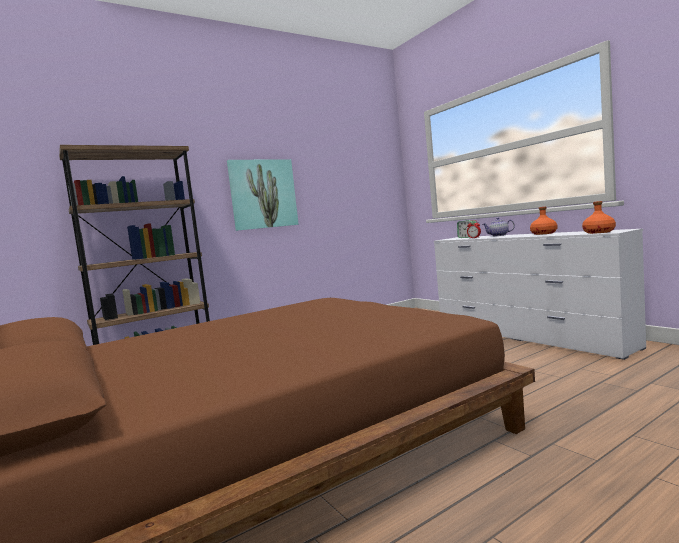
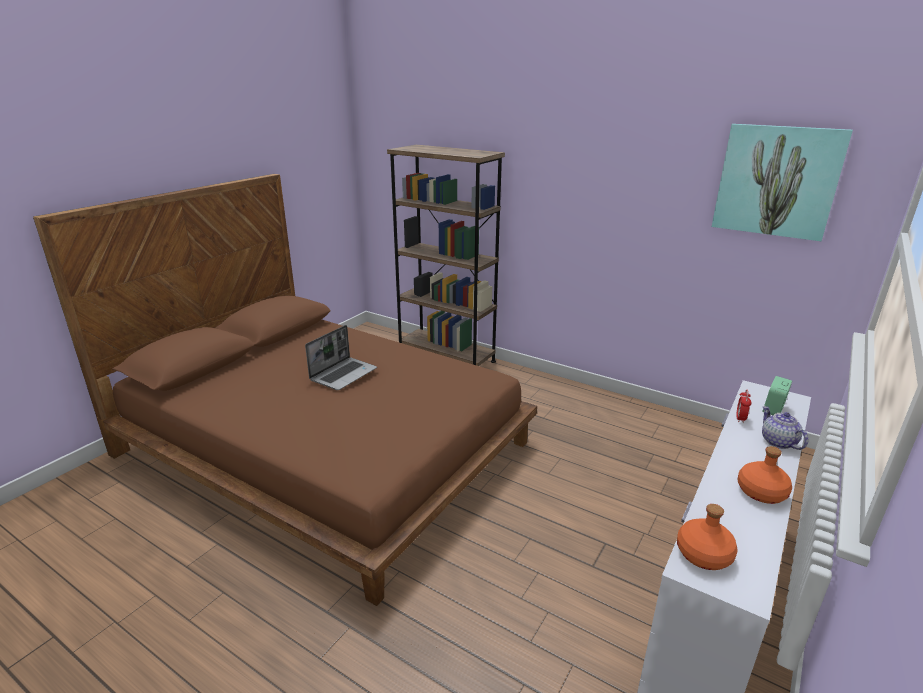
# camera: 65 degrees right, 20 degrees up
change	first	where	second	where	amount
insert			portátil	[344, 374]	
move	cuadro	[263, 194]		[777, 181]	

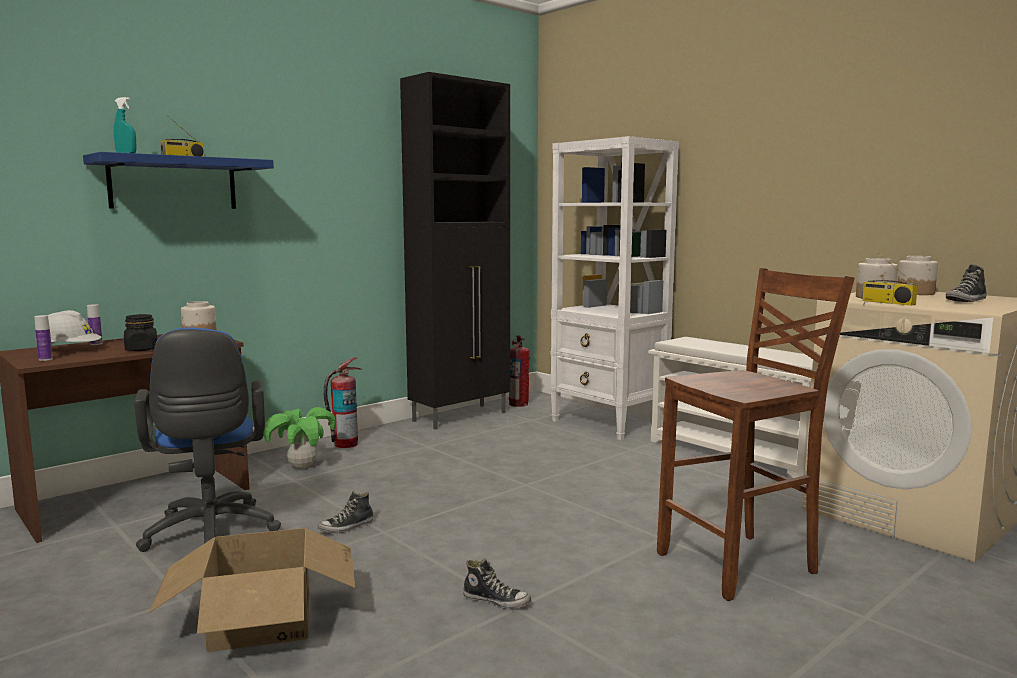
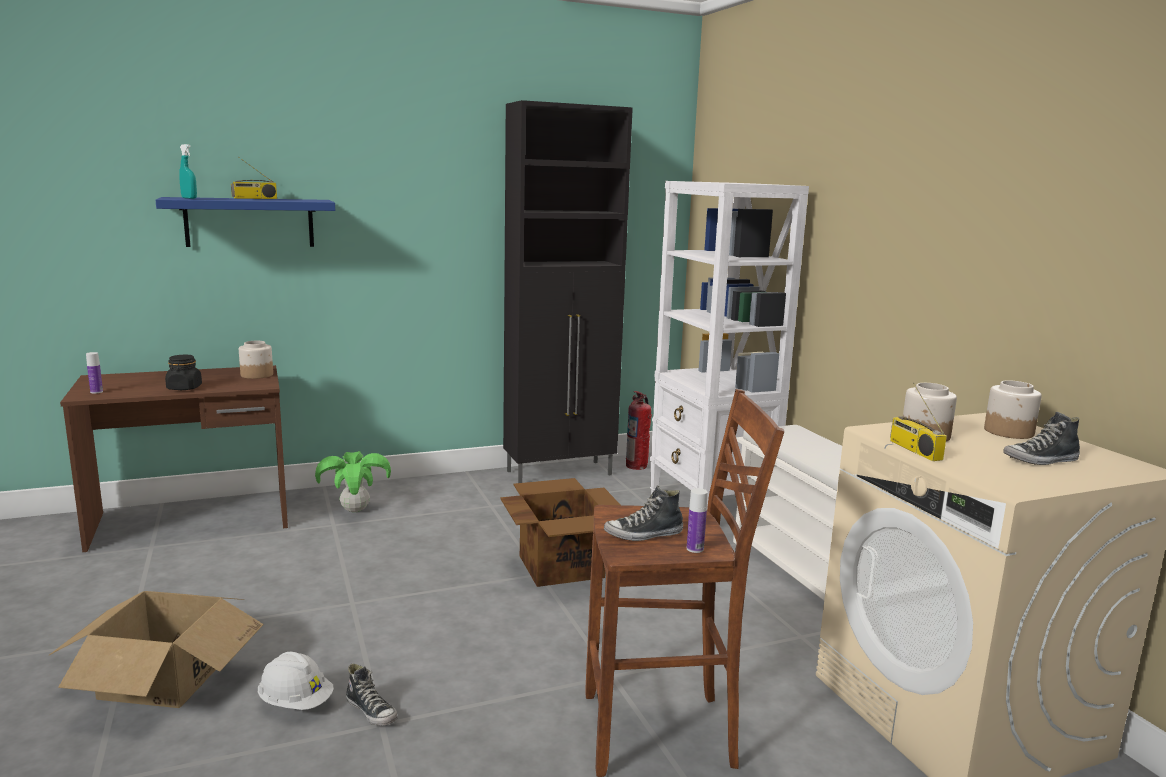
# camera: 20 degrees right, 5 degrees up
change	first	where	second	where	amount
move	casco/blanco	[69, 350]		[296, 702]	
insert			caja de cartón	[561, 566]	
move	zapato	[346, 527]		[643, 535]	
move	botella	[96, 344]		[695, 549]	
delete	silla de oficina/azul	[210, 535]			
delete	extintor	[345, 444]			

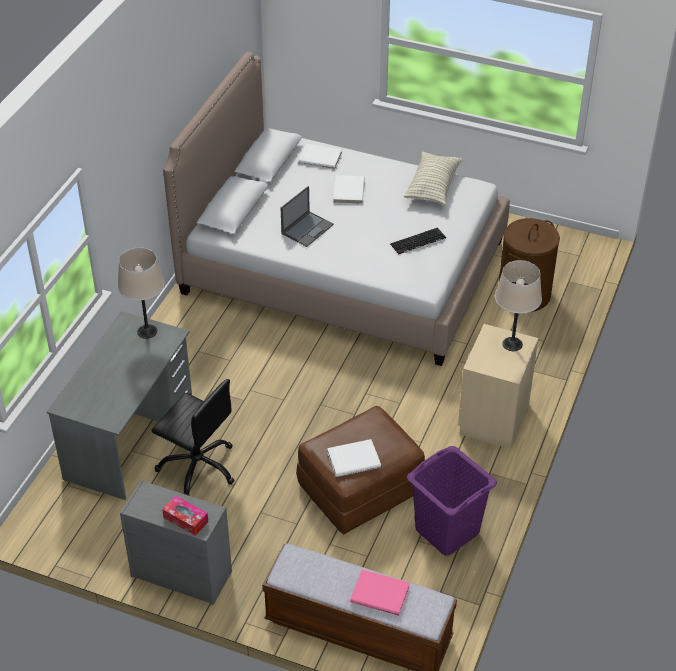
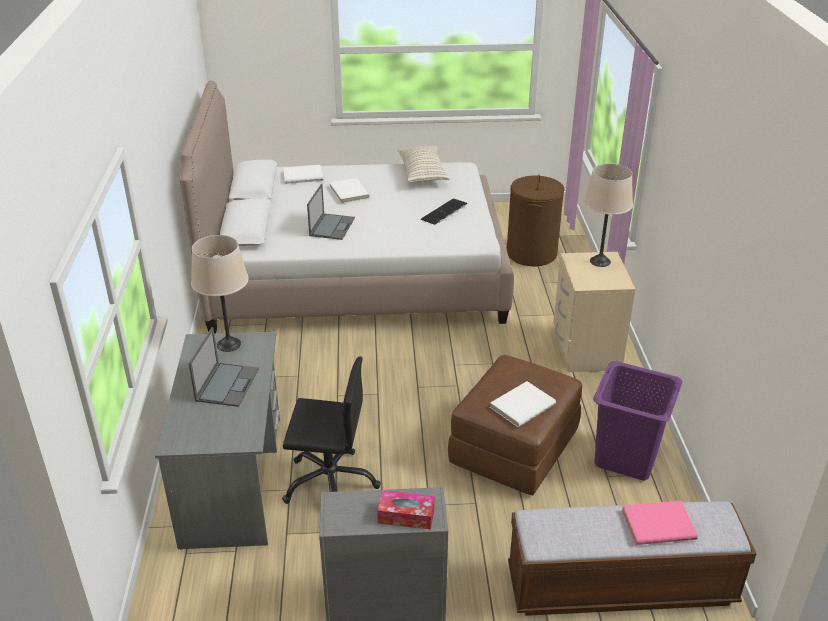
# camera: 25 degrees left, 10 degrees down
change	first	where	second	where	amount
insert			portátil	[227, 384]	

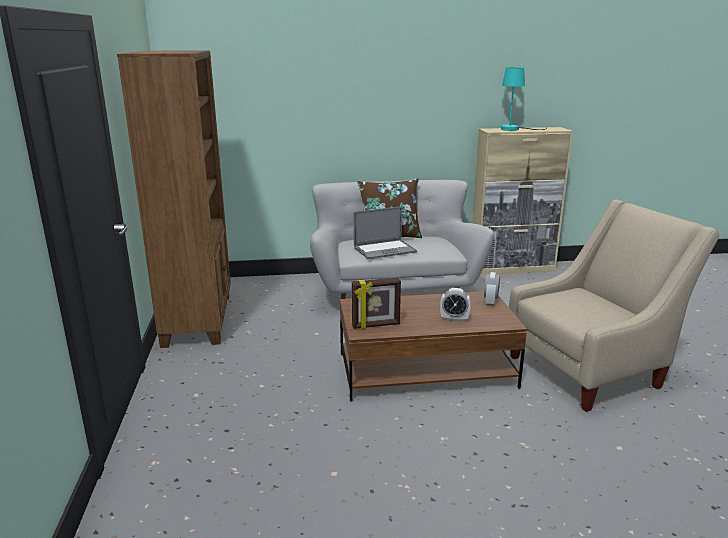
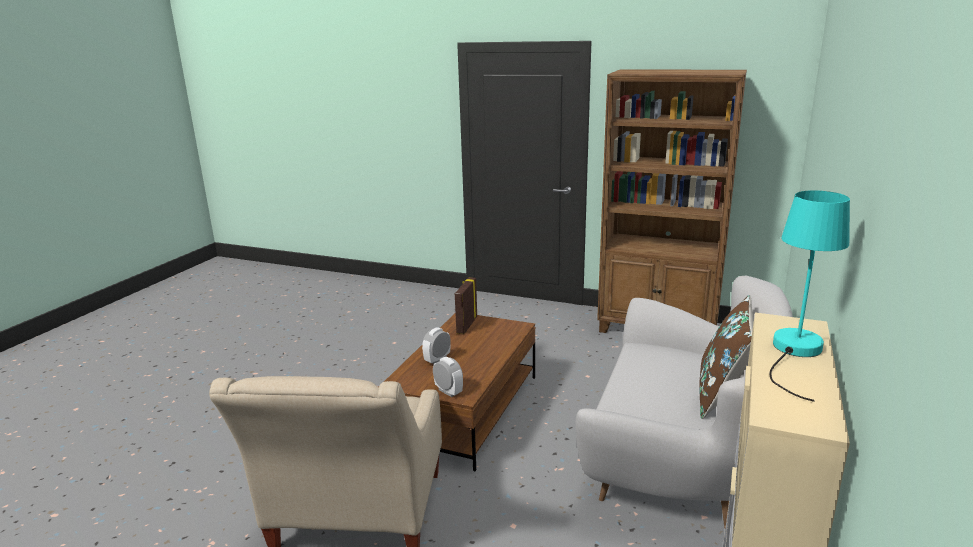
# camera: 120 degrees right, 0 degrees up
change	first	where	second	where	amount
delete	portátil	[384, 250]			

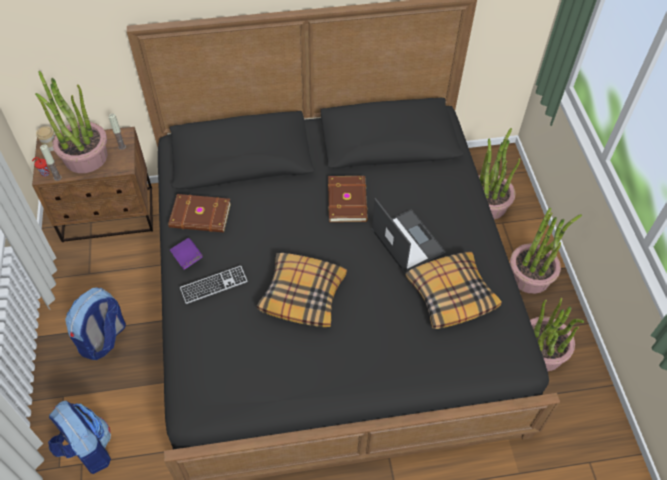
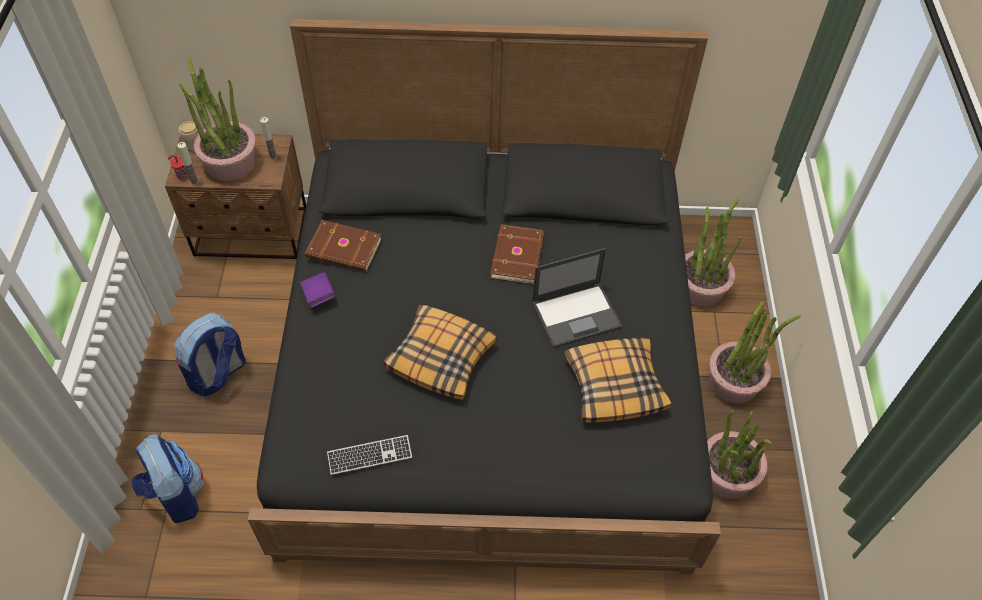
# camera: 10 degrees right, 0 degrees up
change	first	where	second	where	amount
move	teclado	[214, 285]		[370, 456]	
rotate	portátil	[406, 241]		[577, 314]	90 degrees clockwise

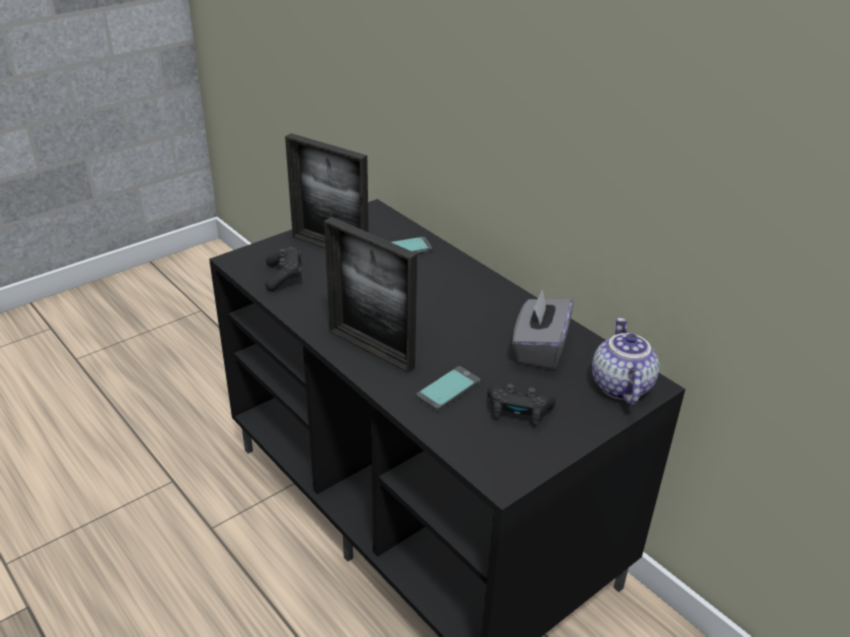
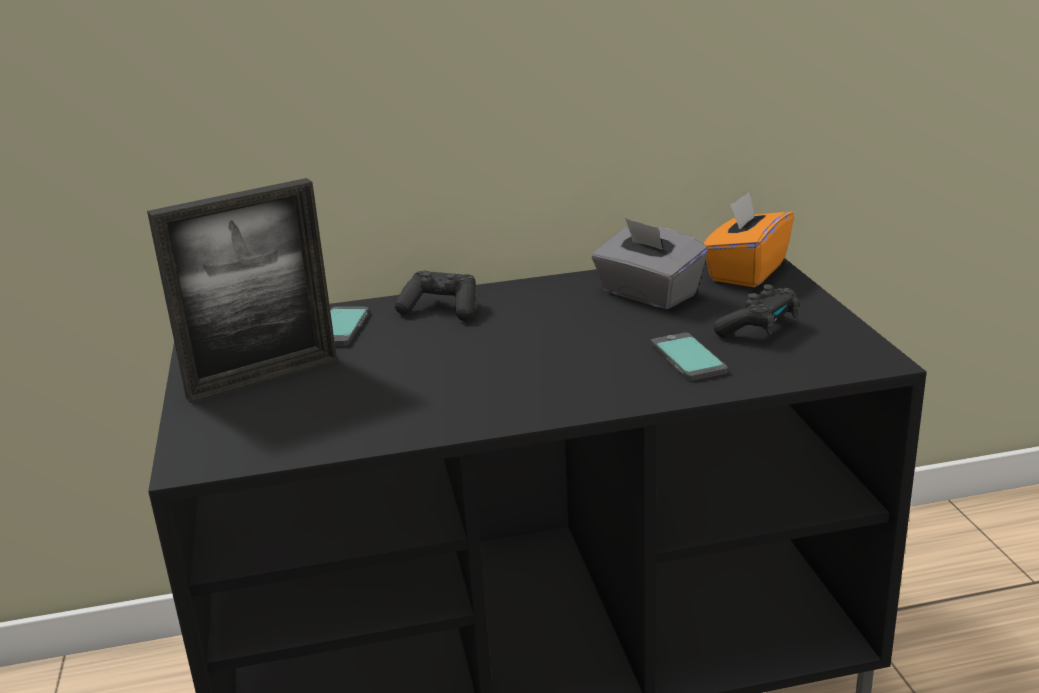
# camera: 60 degrees left, 10 degrees down
change	first	where	second	where	amount
move	mando de consola/negro	[284, 277]		[441, 309]	
replace	tetera	[619, 386]	caja de pañuelos/naranja	[746, 271]	
delete	portarretratos	[371, 349]			

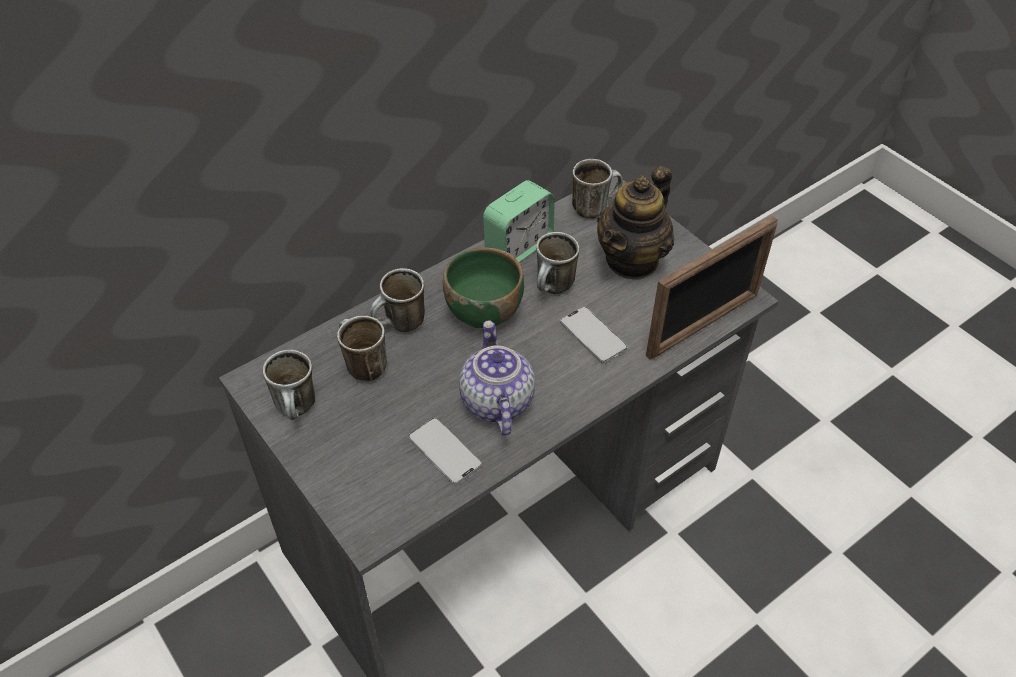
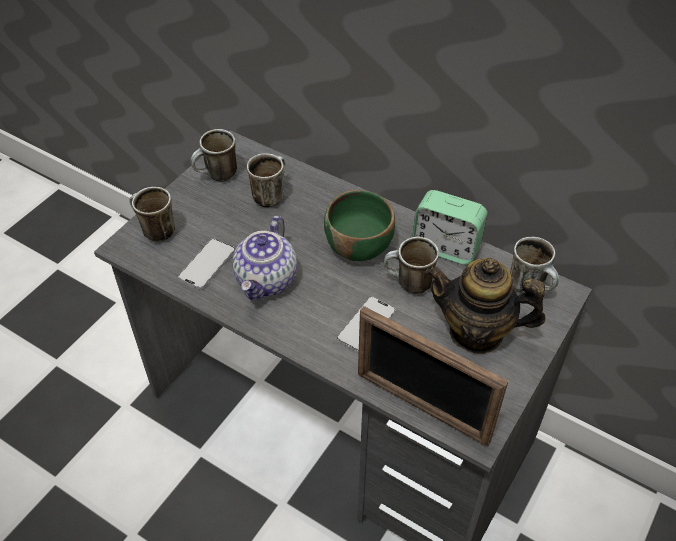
# camera: 70 degrees right, 0 degrees up
change	first	where	second	where	amount
move	taza grande	[401, 325]		[154, 231]	
rotate	tetera	[495, 401]		[267, 280]	135 degrees clockwise

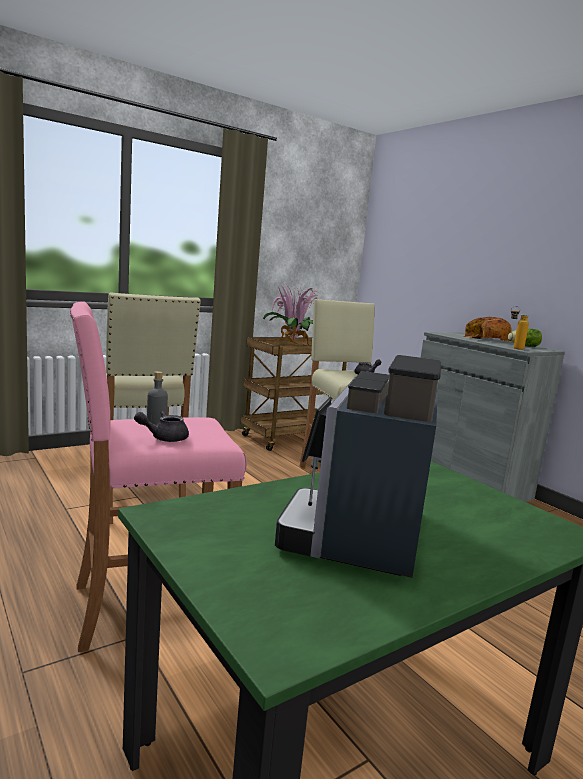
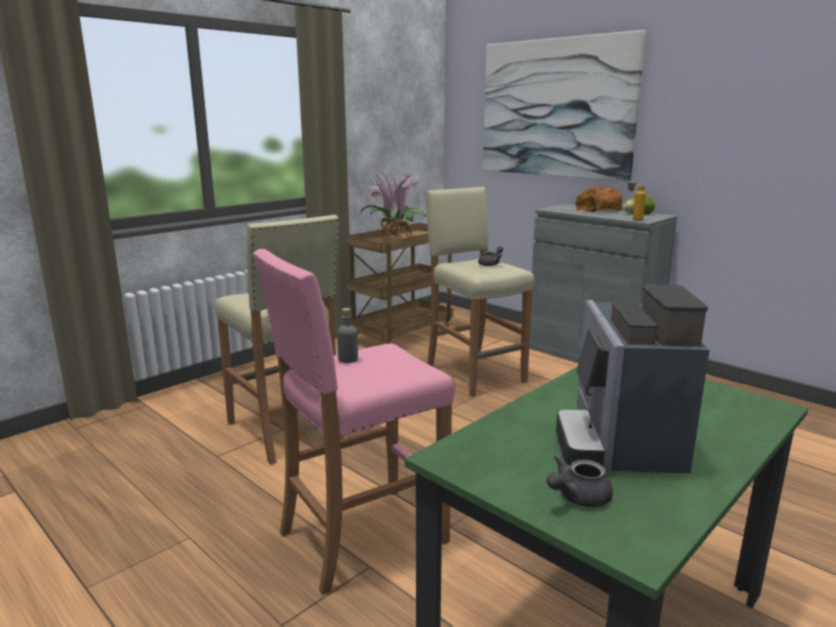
# camera: 10 degrees left, 5 degrees up
change	first	where	second	where	amount
insert			cuadro	[556, 108]	
move	tetera/gris	[164, 438]		[577, 497]	

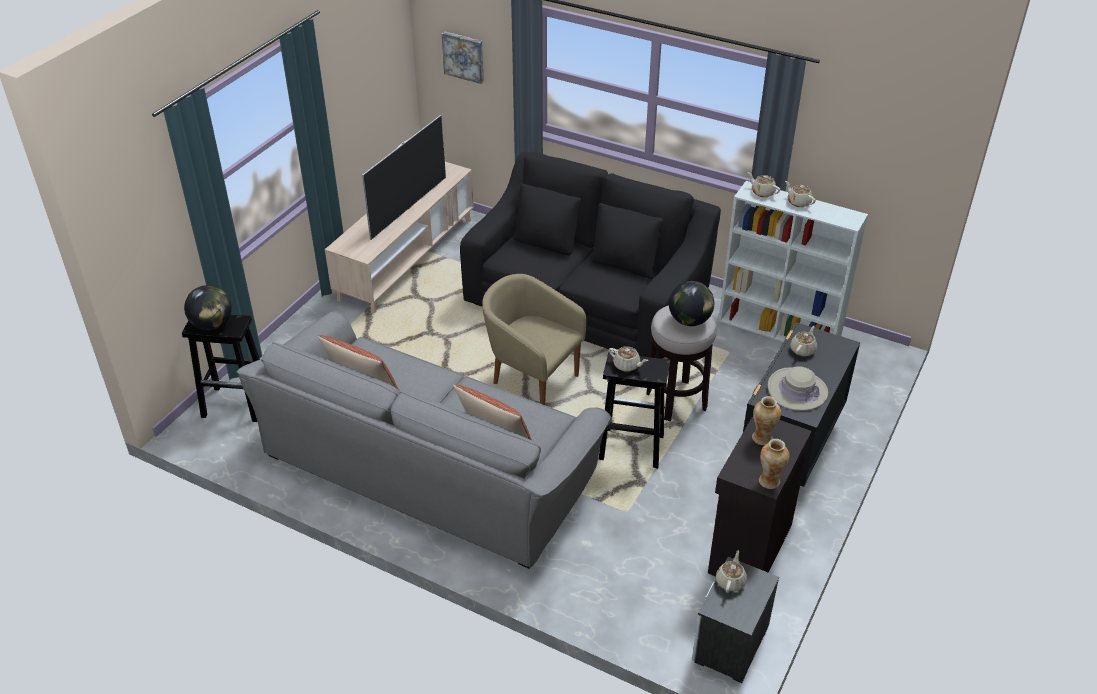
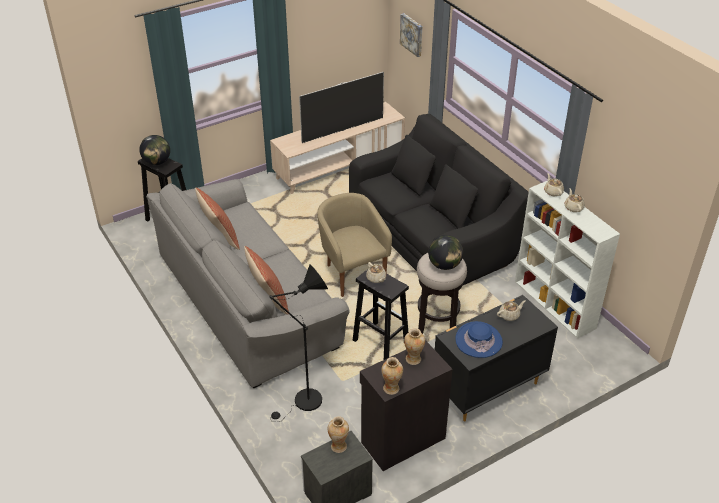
# camera: 30 degrees right, 0 degrees up
change	first	where	second	where	amount
insert			lámpara de pie/negro	[304, 403]	
replace	tetera/beis	[731, 581]	florero	[338, 446]	
recolor	sombrero/beis	[797, 390]	sombrero/azul	[478, 340]	

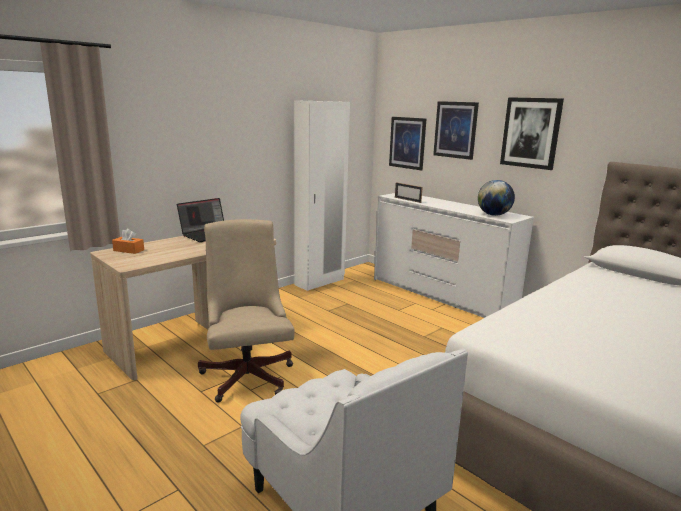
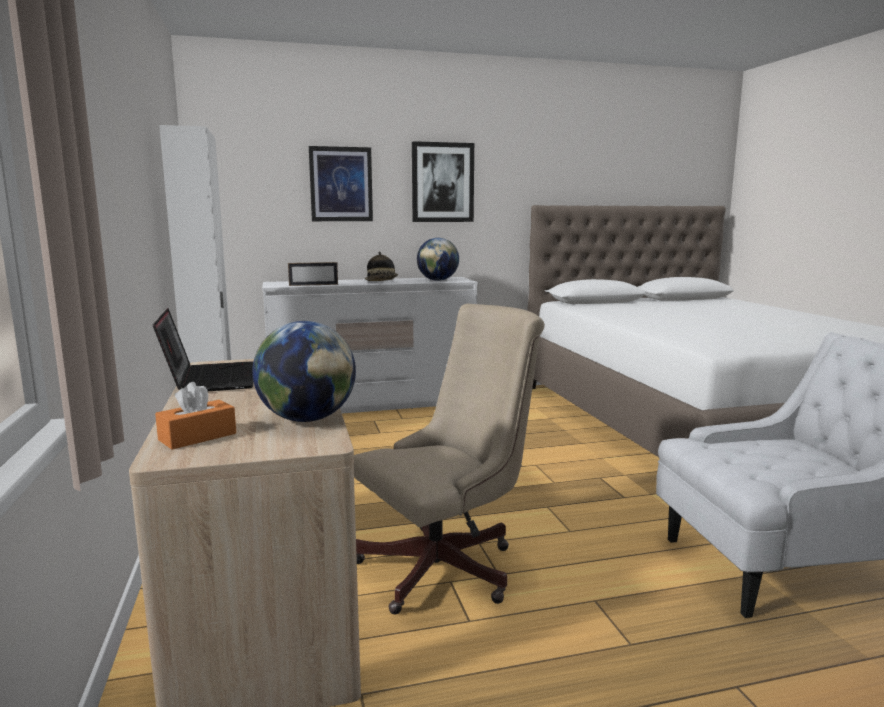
# camera: 60 degrees left, 5 degrees down
change	first	where	second	where	amount
insert			globo terráqueo	[307, 419]	
rotate	silla de oficina/beis	[248, 373]		[448, 566]	135 degrees clockwise
insert			sombrero	[382, 282]	
delete	cuadro	[407, 143]			

